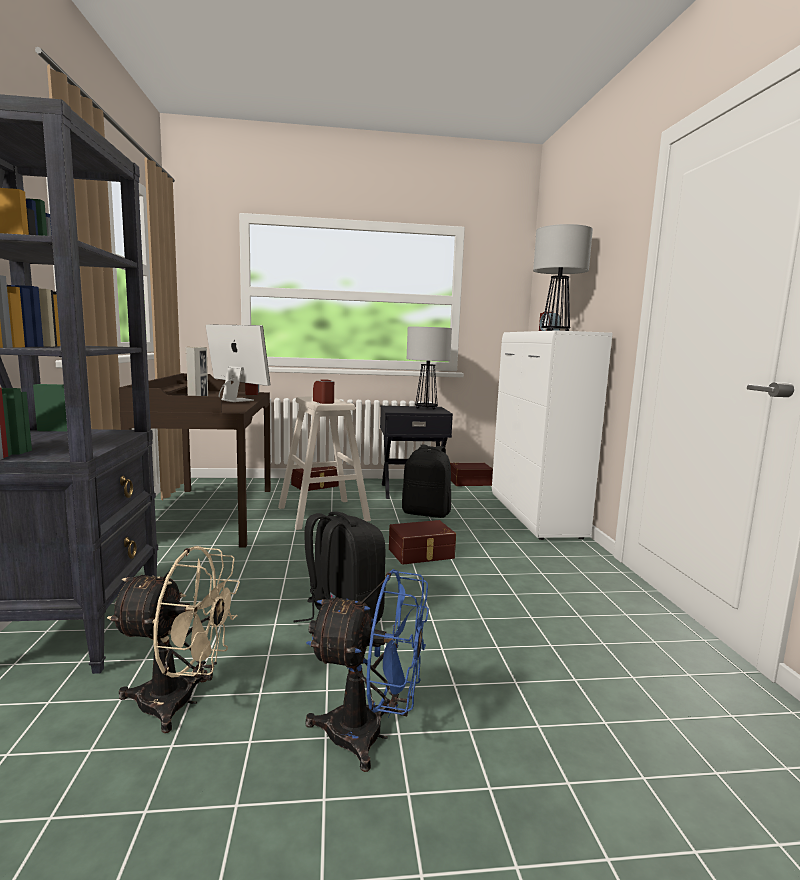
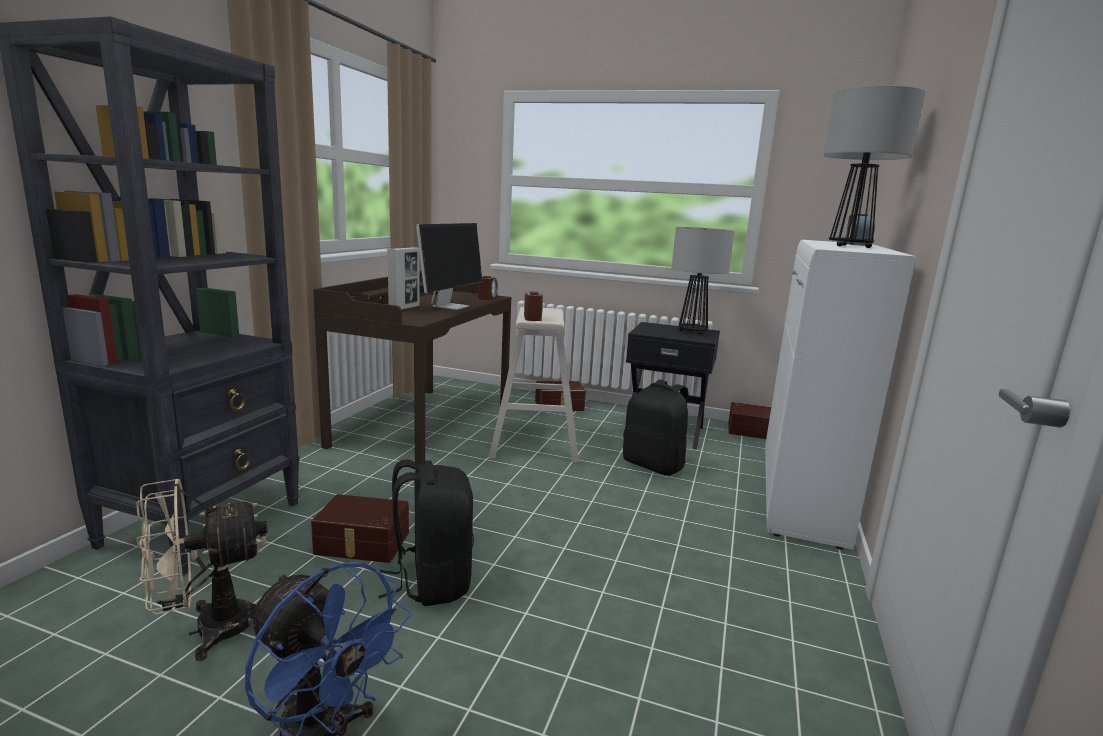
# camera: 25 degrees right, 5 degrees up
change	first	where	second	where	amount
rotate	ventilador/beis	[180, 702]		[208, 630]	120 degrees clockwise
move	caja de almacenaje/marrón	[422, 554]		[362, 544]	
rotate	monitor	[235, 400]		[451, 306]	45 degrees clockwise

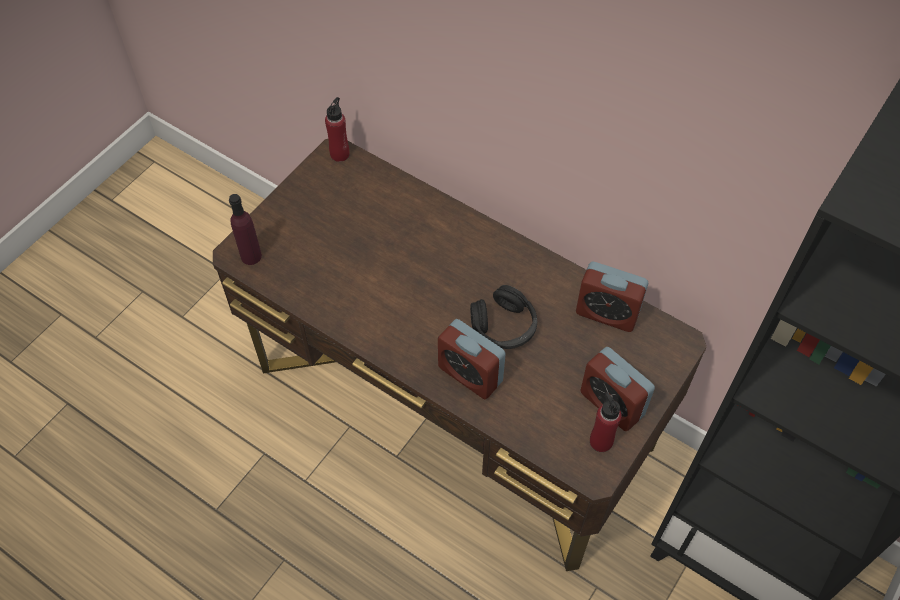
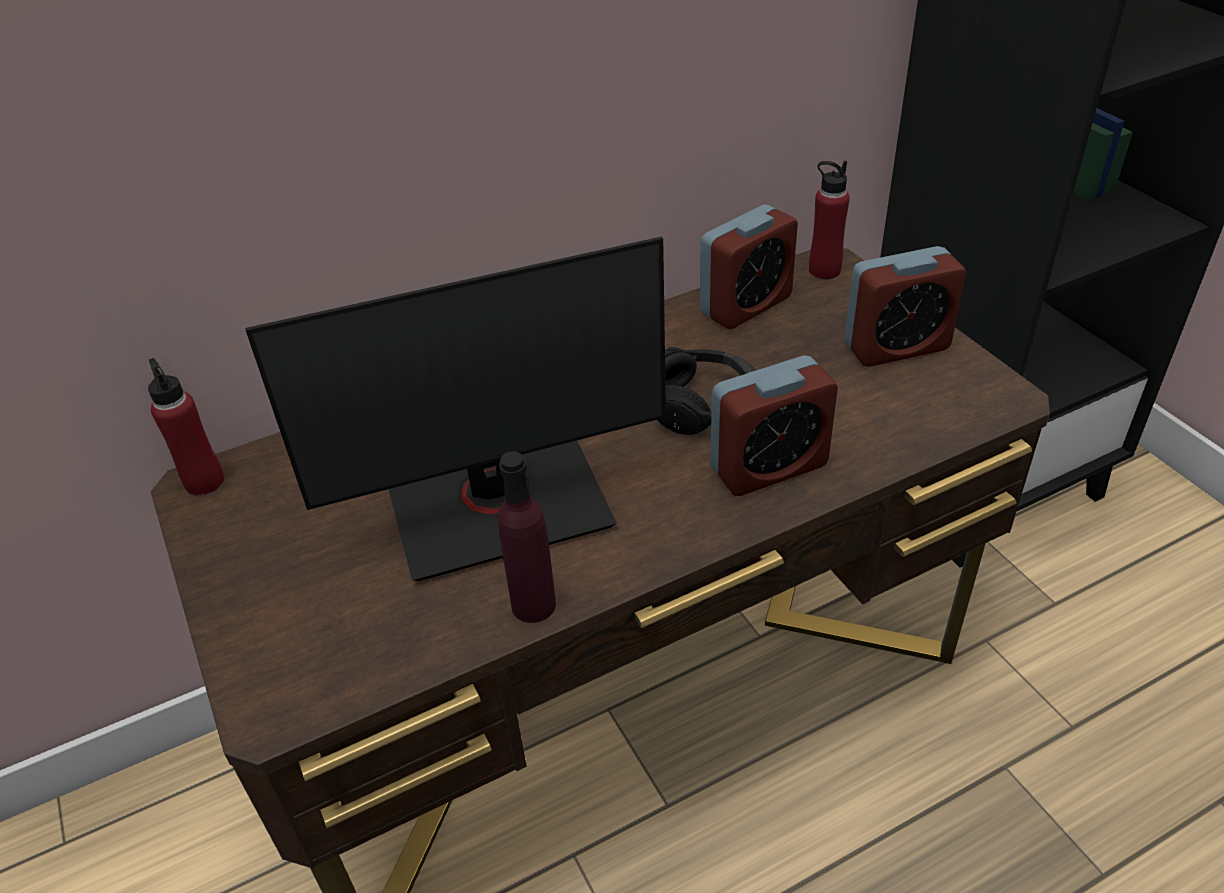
# camera: 60 degrees left, 15 degrees down
change	first	where	second	where	amount
insert			monitor	[499, 506]	
move	botella/morado	[251, 256]		[533, 605]	
move	botella/rojo	[601, 441]		[824, 270]	

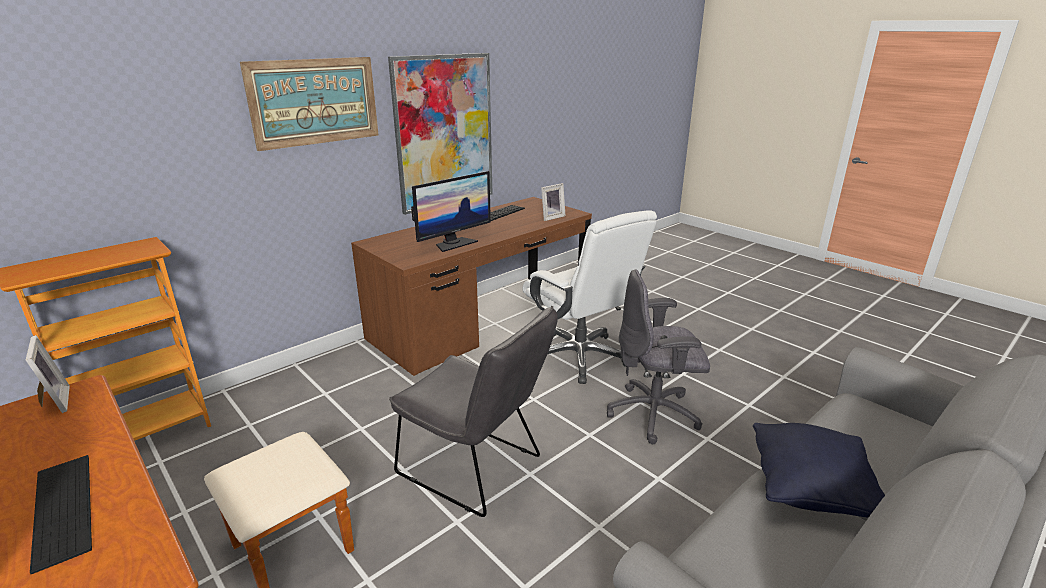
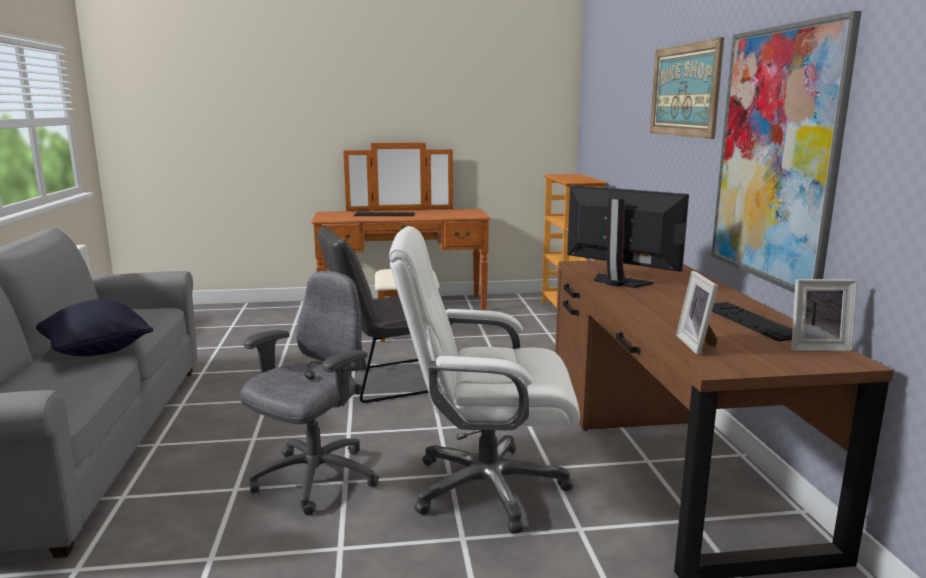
# camera: 125 degrees right, 10 degrees down
change	first	where	second	where	amount
rotate	monitor	[453, 243]		[618, 282]	135 degrees clockwise
move	portarretratos	[53, 402]		[816, 347]	

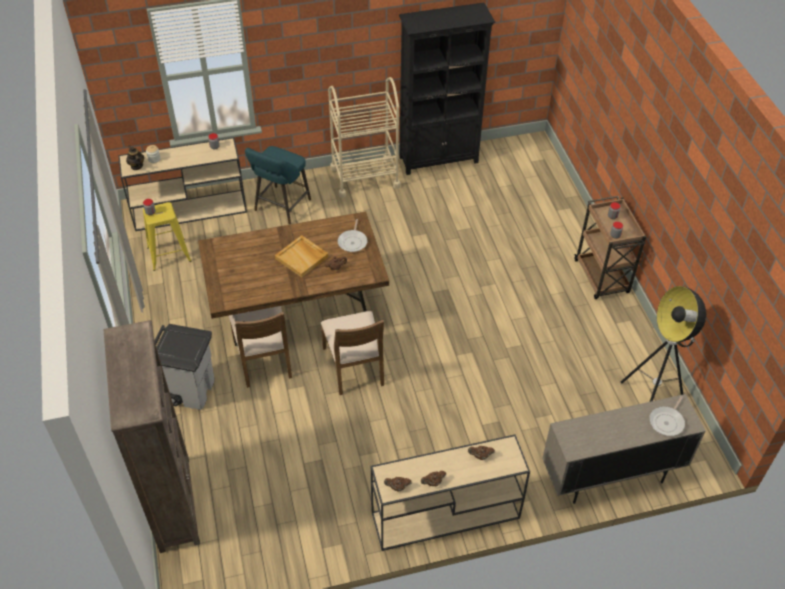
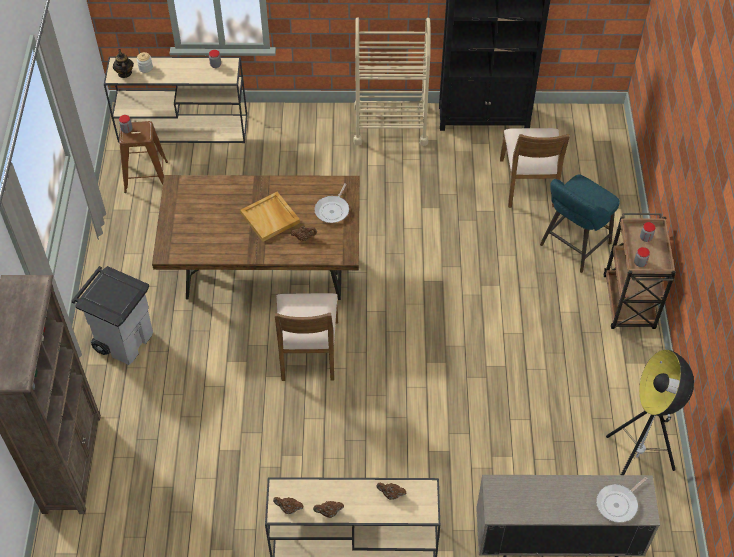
# camera: 15 degrees right, 5 degrees up
change	first	where	second	where	amount
recolor	taburete/amarillo	[169, 254]	taburete/marrón	[146, 177]	
move	silla/marrón	[264, 359]		[529, 183]	
move	taburete/turquesa	[281, 207]		[572, 247]	

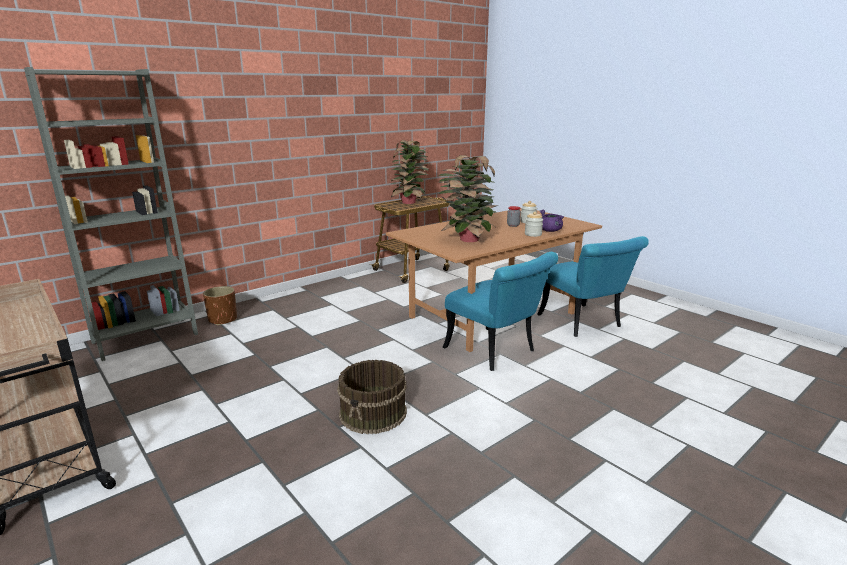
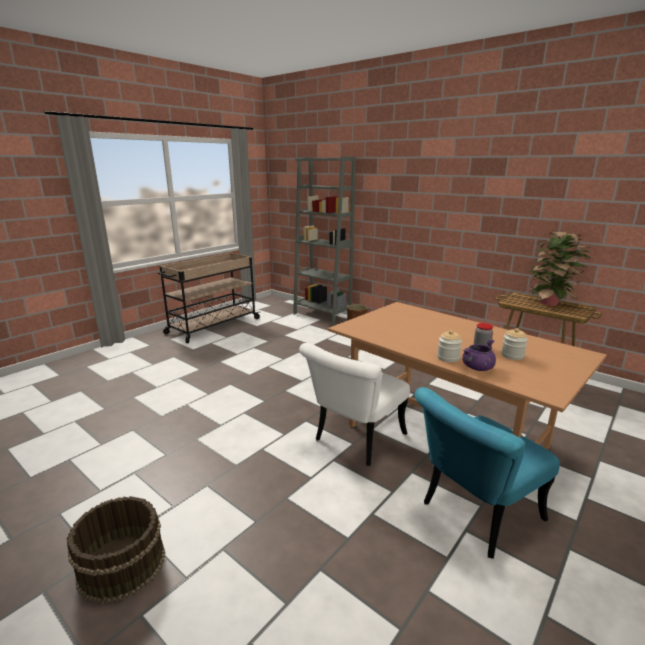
# camera: 80 degrees right, 0 degrees up
change	first	where	second	where	amount
move	cubo/marrón	[374, 413]		[121, 566]	
recolor	silla/turquesa	[496, 352]	silla/blanco	[354, 441]	
delete	planta en maceta	[467, 240]			

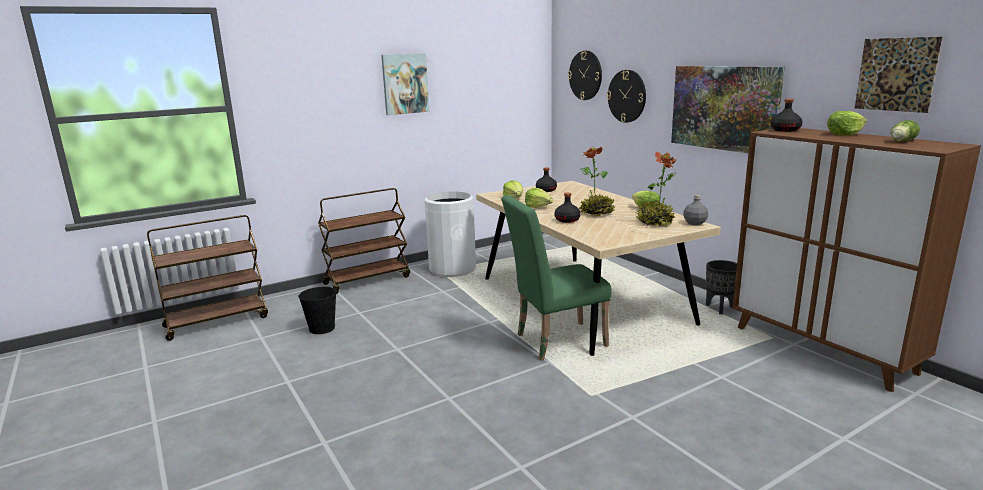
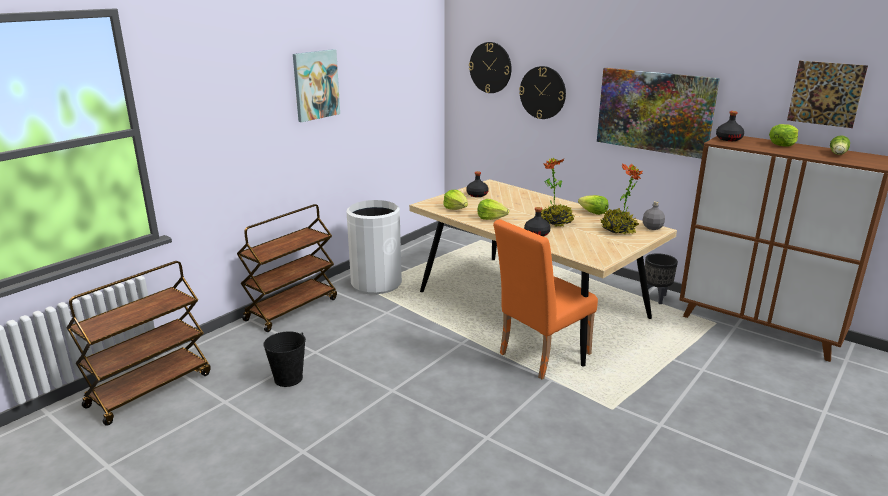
# camera: 20 degrees left, 5 degrees up
change	first	where	second	where	amount
recolor	silla/verde	[554, 341]	silla/naranja	[539, 356]	

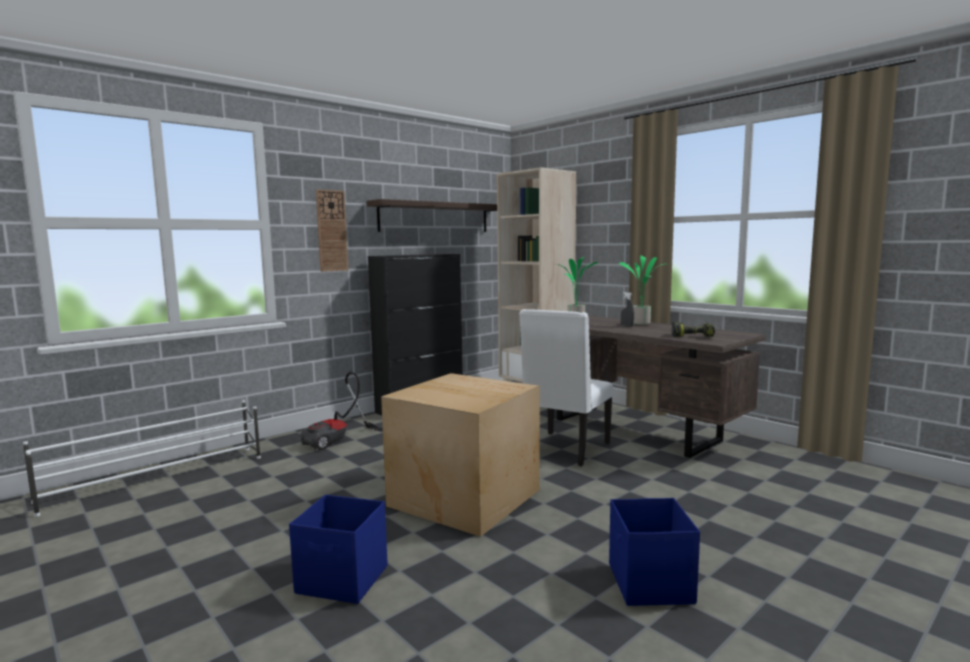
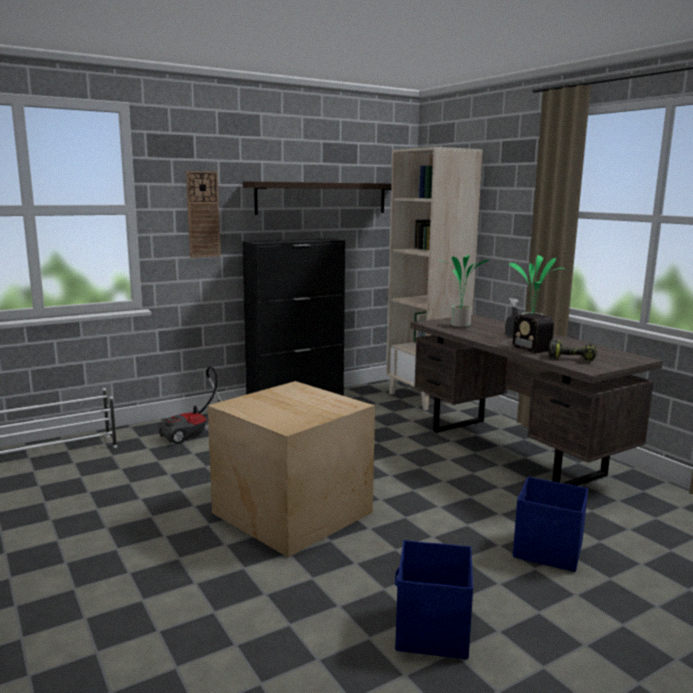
# camera: 10 degrees right, 5 degrees up
change	first	where	second	where	amount
insert			radio	[525, 345]	
move	caja de almacenaje/azul	[343, 580]		[549, 551]	
delete	silla/blanco	[565, 450]			

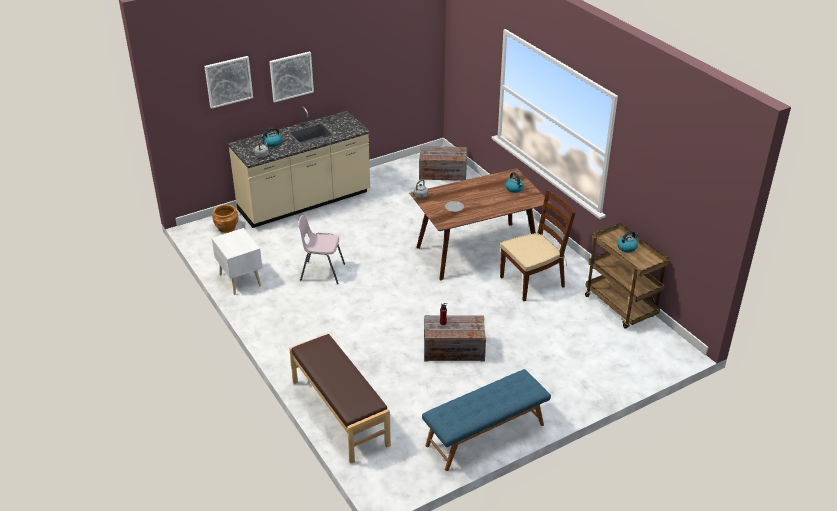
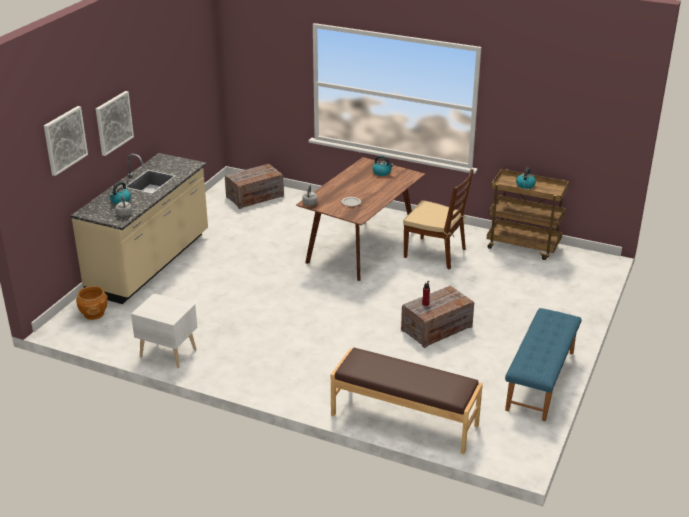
# camera: 35 degrees left, 5 degrees down
change	first	where	second	where	amount
rotate	silla/marrón	[532, 281]		[435, 253]	90 degrees clockwise
delete	silla/rosa	[322, 272]			

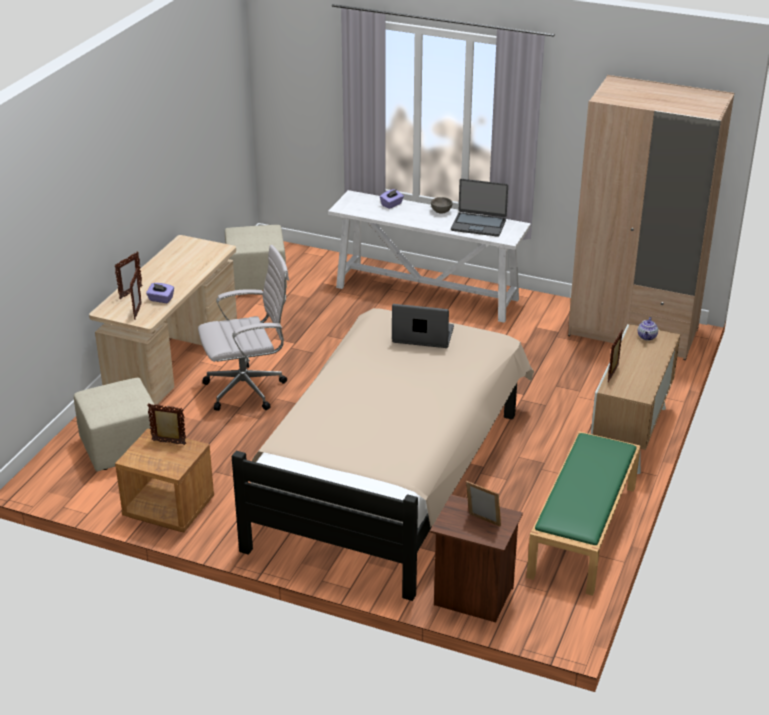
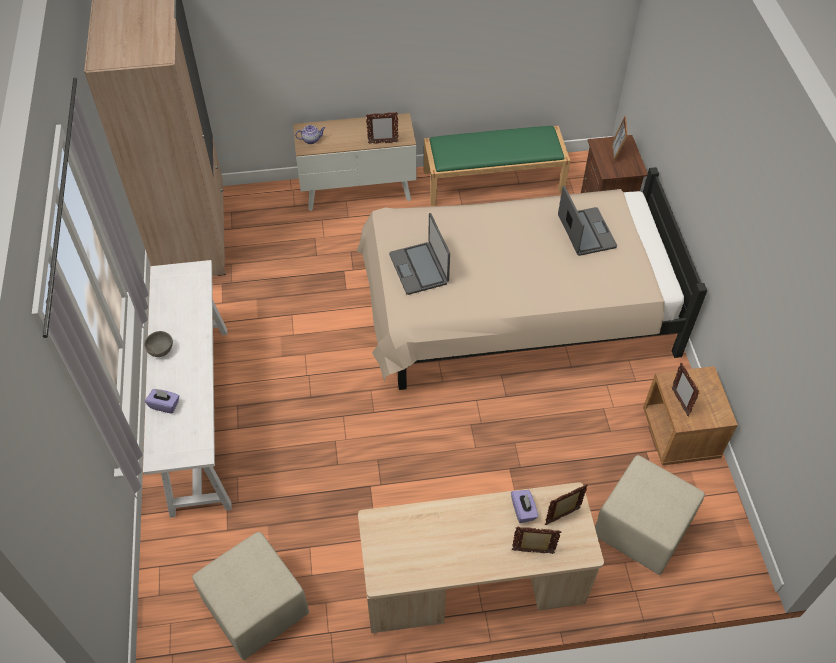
# camera: 120 degrees left, 20 degrees up
change	first	where	second	where	amount
move	portátil	[478, 225]		[585, 232]	
delete	silla de oficina/blanco	[249, 389]			

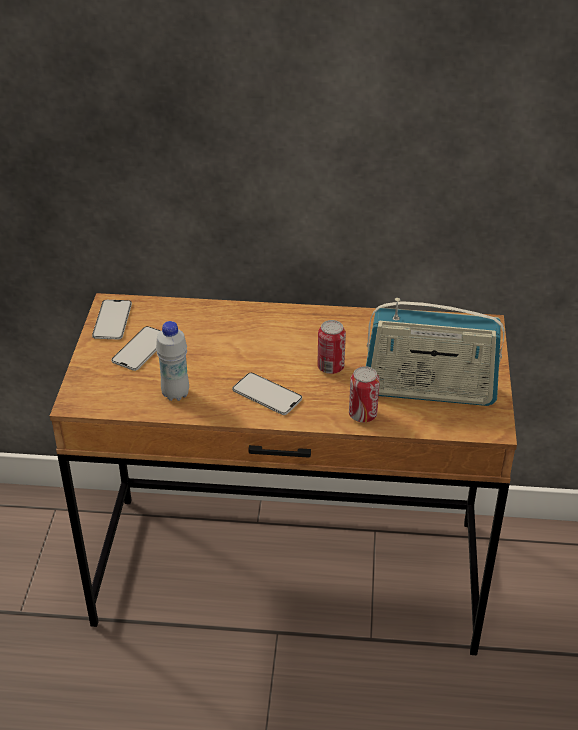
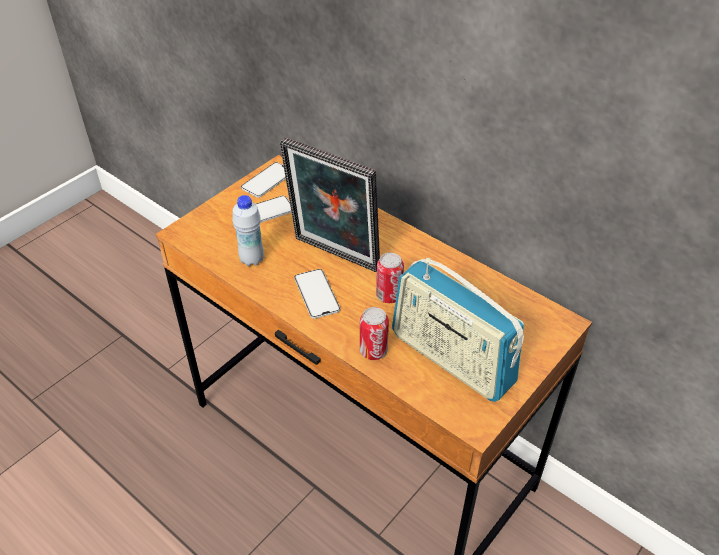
# camera: 35 degrees right, 5 degrees up
change	first	where	second	where	amount
insert			portarretratos	[333, 256]	

